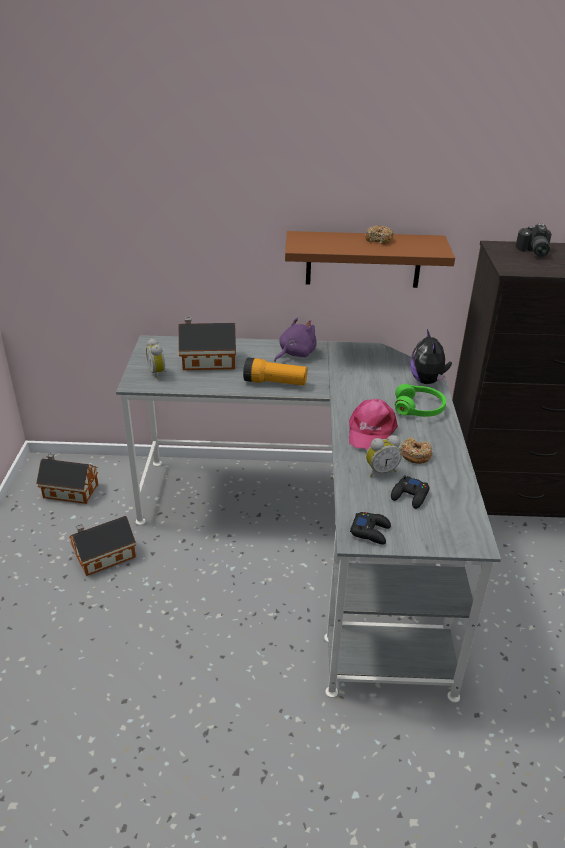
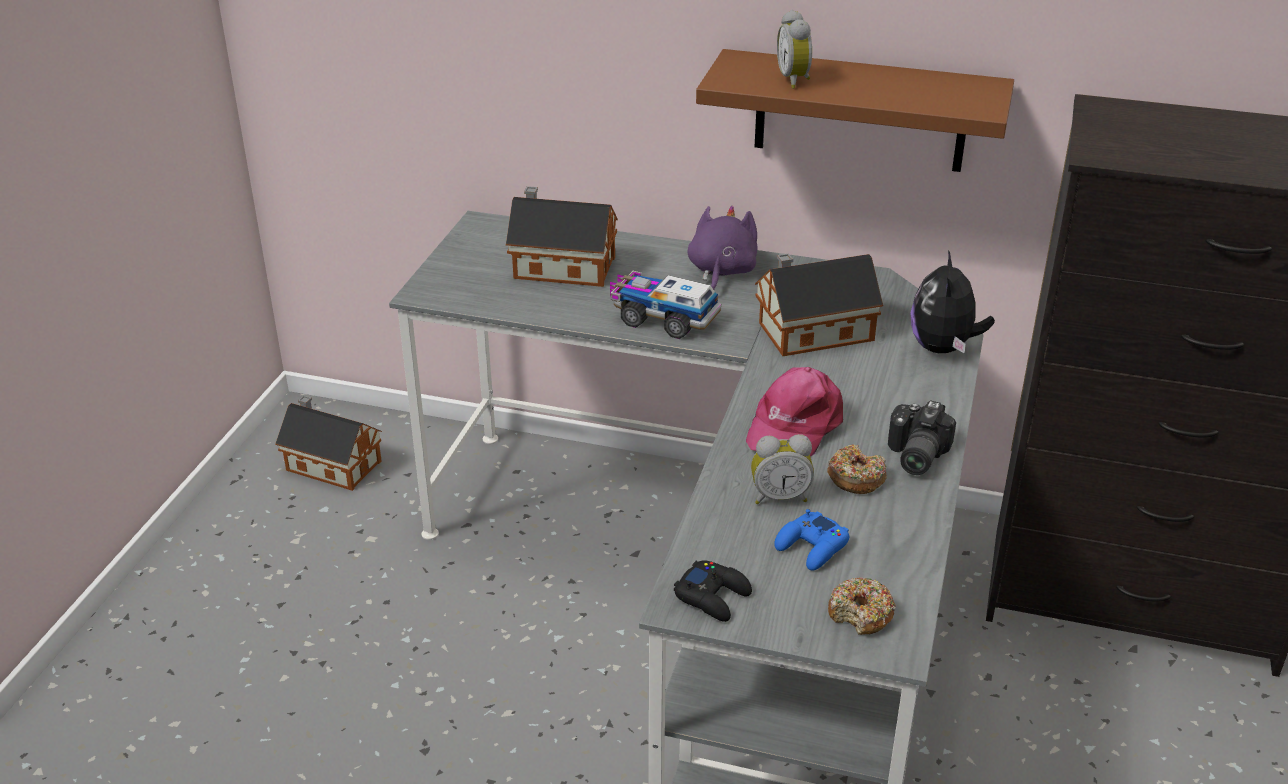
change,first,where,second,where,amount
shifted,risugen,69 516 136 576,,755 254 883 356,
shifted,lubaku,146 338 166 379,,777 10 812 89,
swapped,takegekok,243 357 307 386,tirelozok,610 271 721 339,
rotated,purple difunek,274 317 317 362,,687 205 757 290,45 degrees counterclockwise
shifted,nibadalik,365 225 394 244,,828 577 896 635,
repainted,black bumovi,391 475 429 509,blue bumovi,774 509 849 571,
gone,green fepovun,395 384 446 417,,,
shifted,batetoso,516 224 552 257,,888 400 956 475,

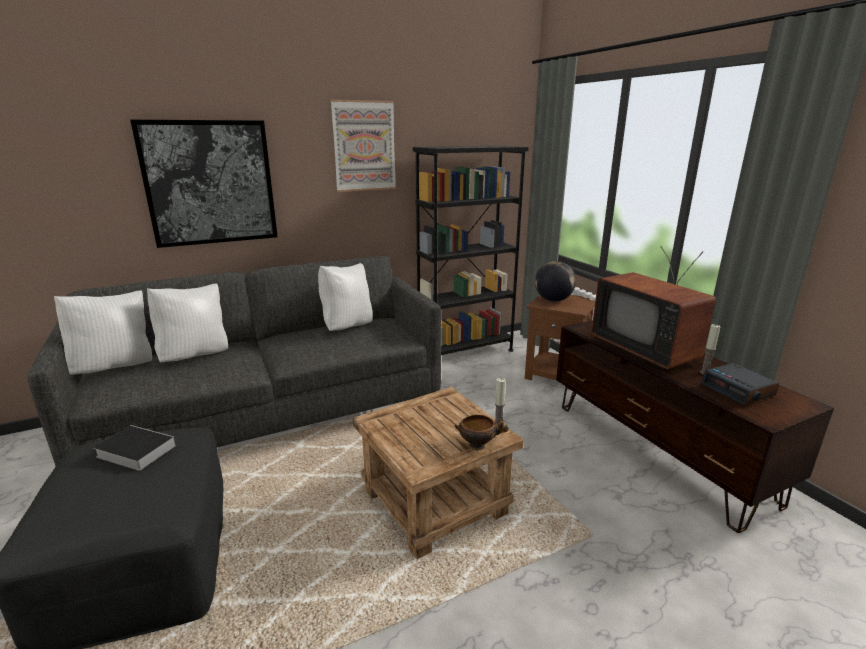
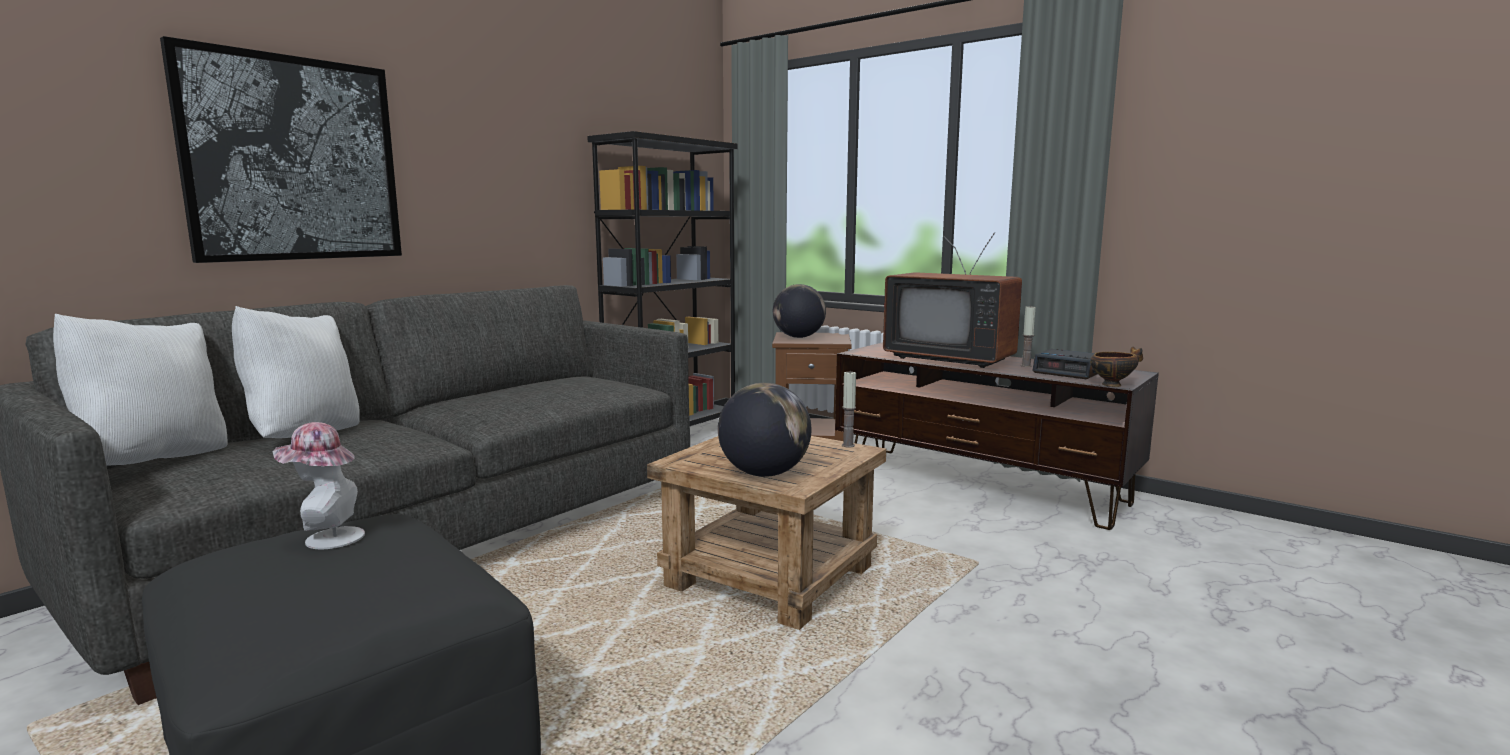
change,first,where,second,where,amount
swapped,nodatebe,93 425 176 471,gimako,273 422 365 549,
gone,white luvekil,318 263 373 331,,,
gone,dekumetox,331 99 396 192,,,
shifted,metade,455 415 509 450,,1090 347 1143 387,
new,,,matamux,718 383 811 477,

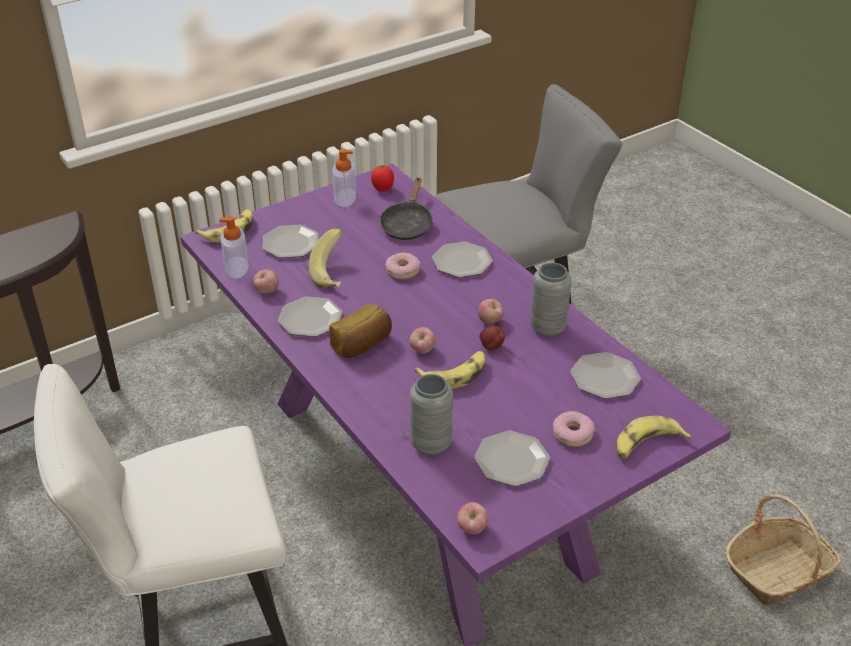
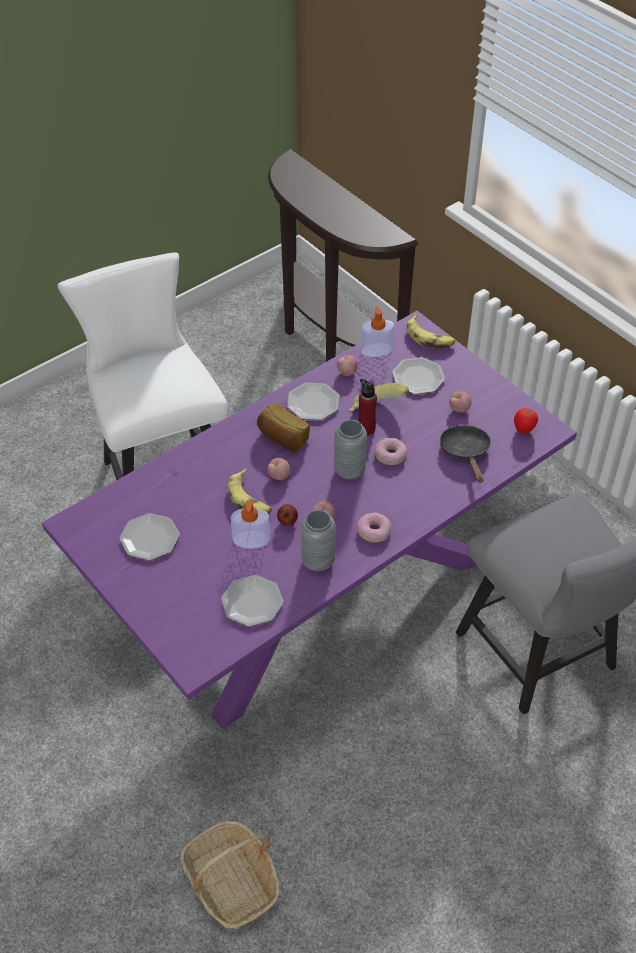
change,first,where,second,where,amount
shifted,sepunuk,332 149 356 207,,231 500 270 549,
rotated,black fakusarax,379 177 433 240,,439 425 491 483,75 degrees clockwise
shifted,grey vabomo,410 374 453 455,,334 420 367 480,
gone,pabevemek,432 242 493 278,,,
shifted,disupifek,457 502 489 535,,449 391 471 413,
shifted,nibadalik,553 411 595 447,,357 512 392 543,
gone,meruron,617 416 691 459,,,
new,,,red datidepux,358 379 377 436,

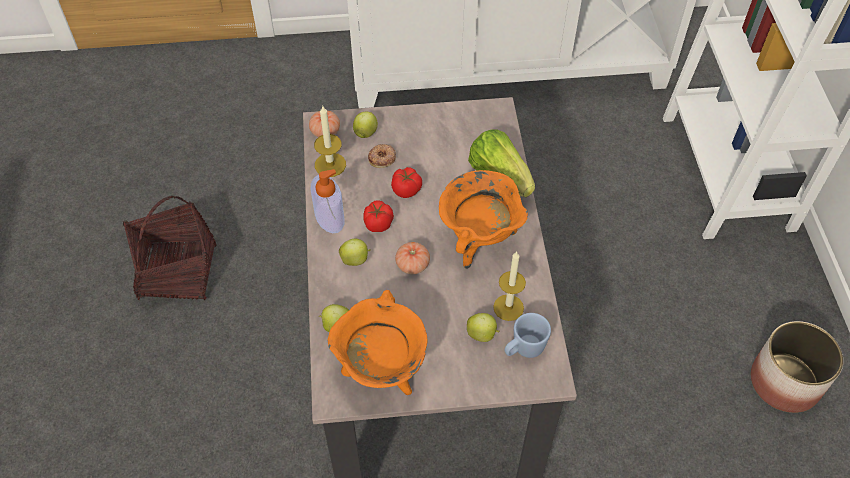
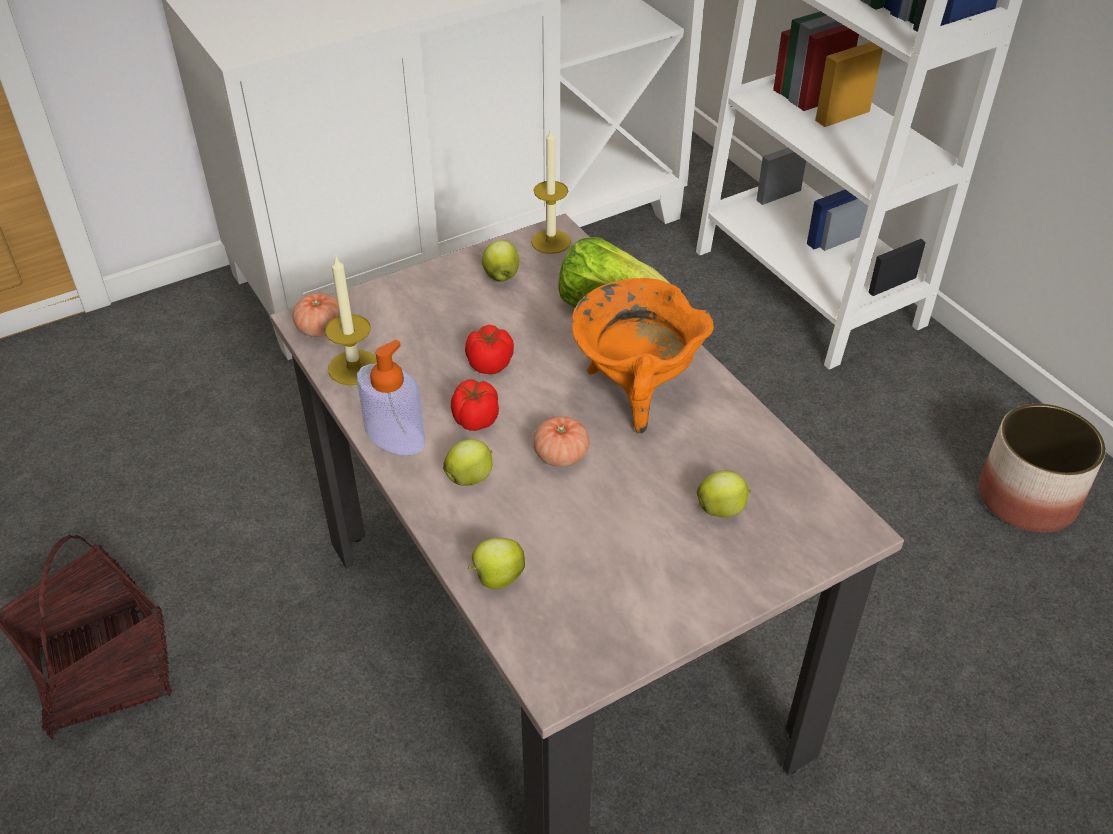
change,first,where,second,where,amount
gone,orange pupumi,328 290 428 395,,,
shifted,disupifek,353 112 378 138,,482 240 519 282,
gone,nibadalik,368 144 396 168,,,
shifted,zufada,493 251 526 321,,531 128 571 254,
gone,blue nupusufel,505 313 551 358,,,

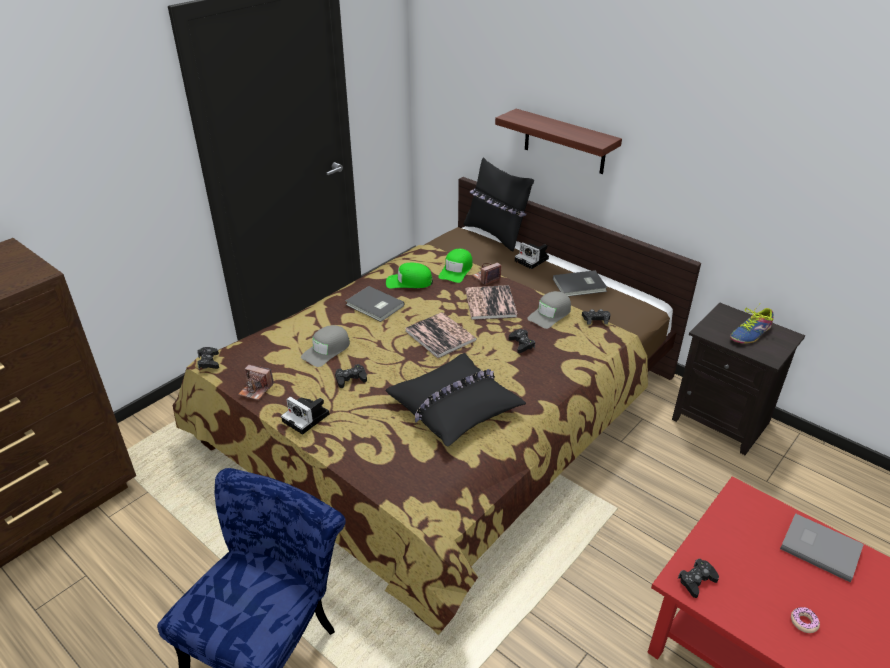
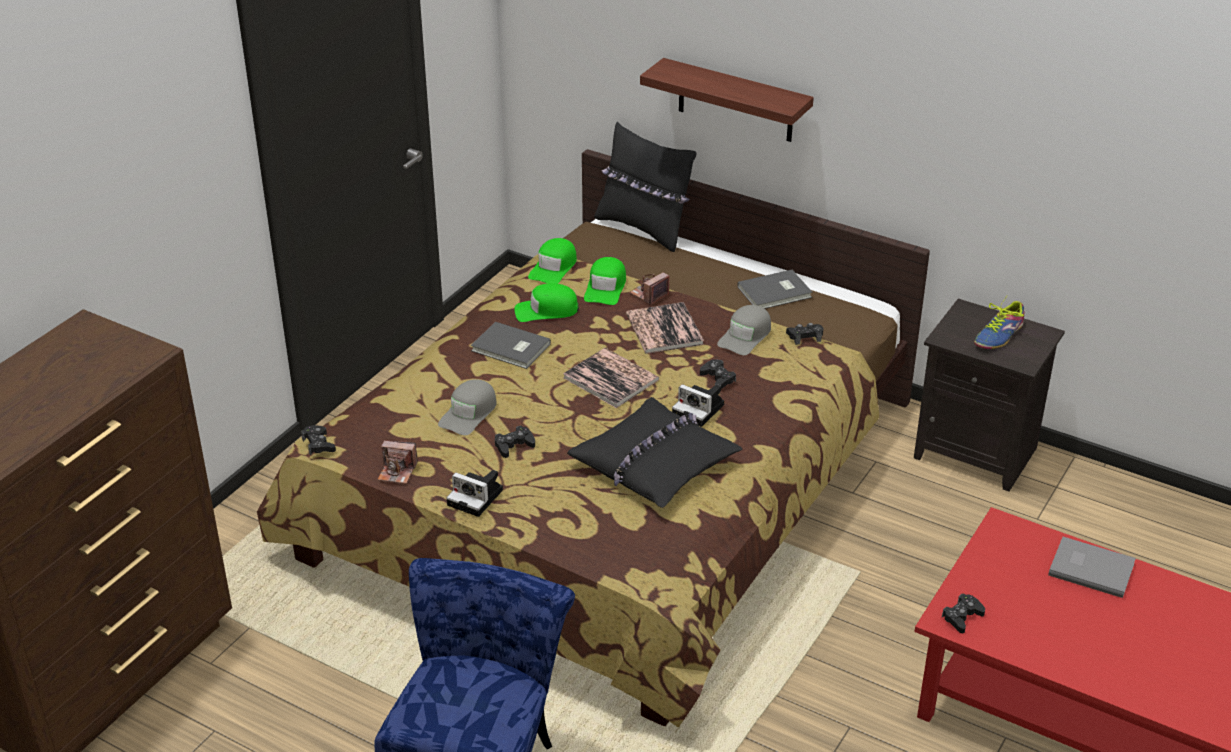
change,first,where,second,where,amount
shifted,batetoso,515 242 549 269,,672 384 724 427,
gone,nibadalik,791 607 820 633,,,
new,,,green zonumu,528 238 577 284,

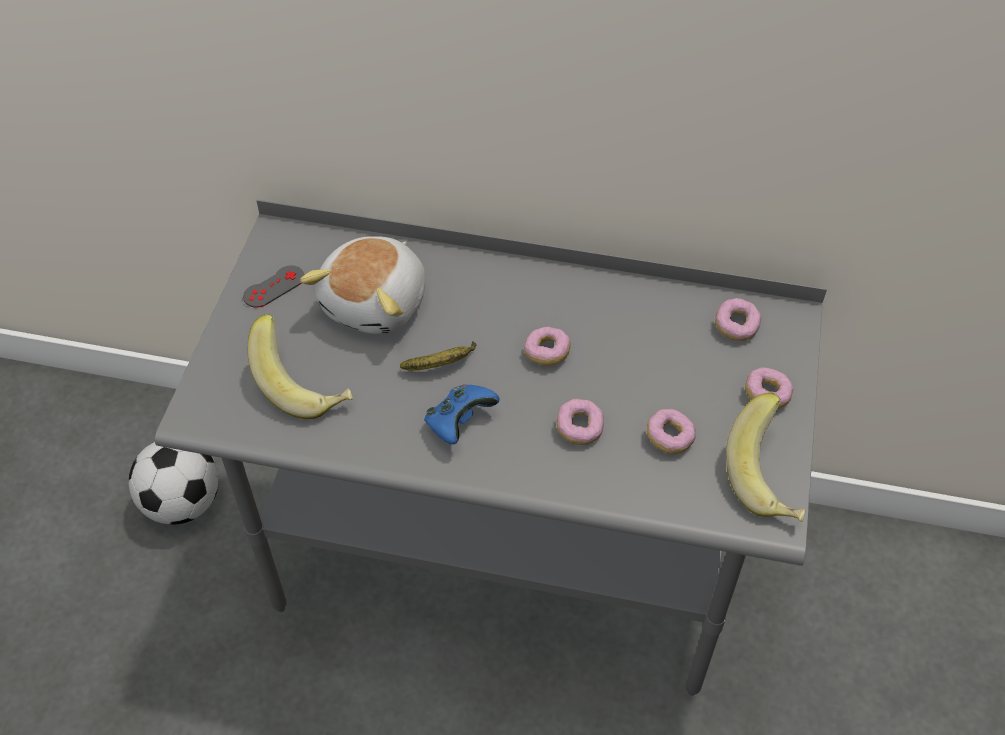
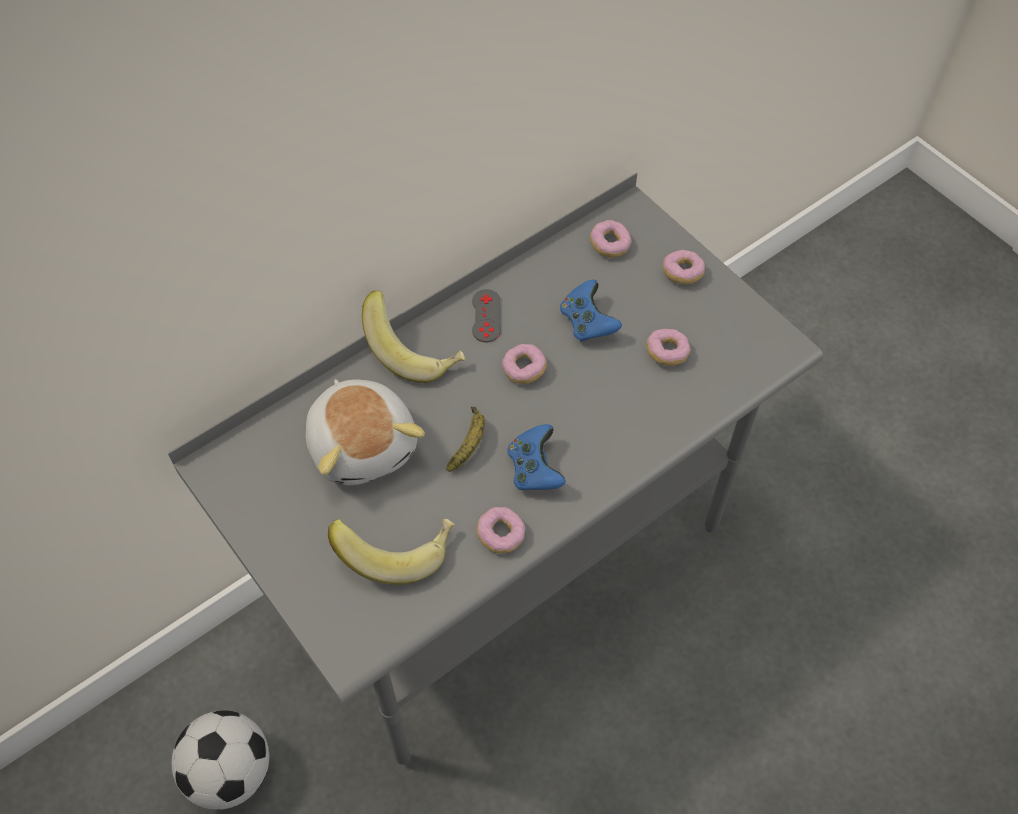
change,first,where,second,where,amount
shifted,grey bumovi,243 266 304 308,,472 289 501 342,
shifted,nibadalik,556 399 604 445,,476 507 525 553,
shifted,meruron,726 393 805 522,,362 290 466 383,
new,,,blue bumovi,560 280 622 342,

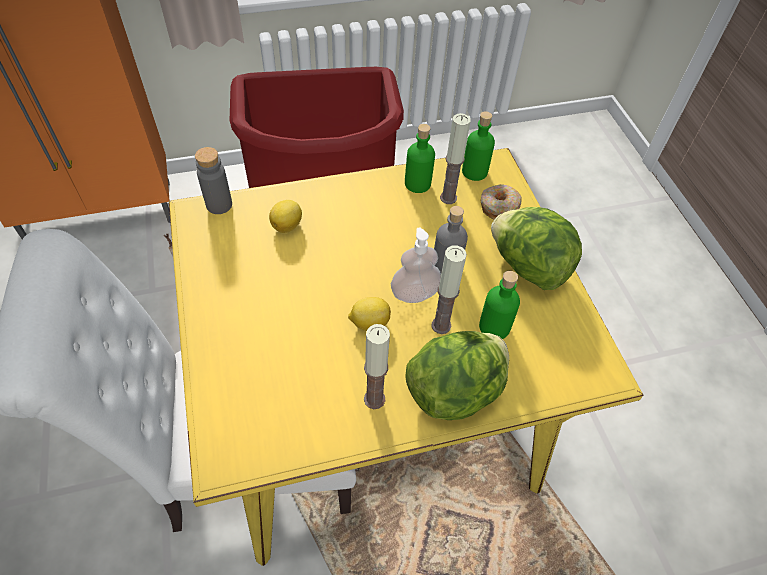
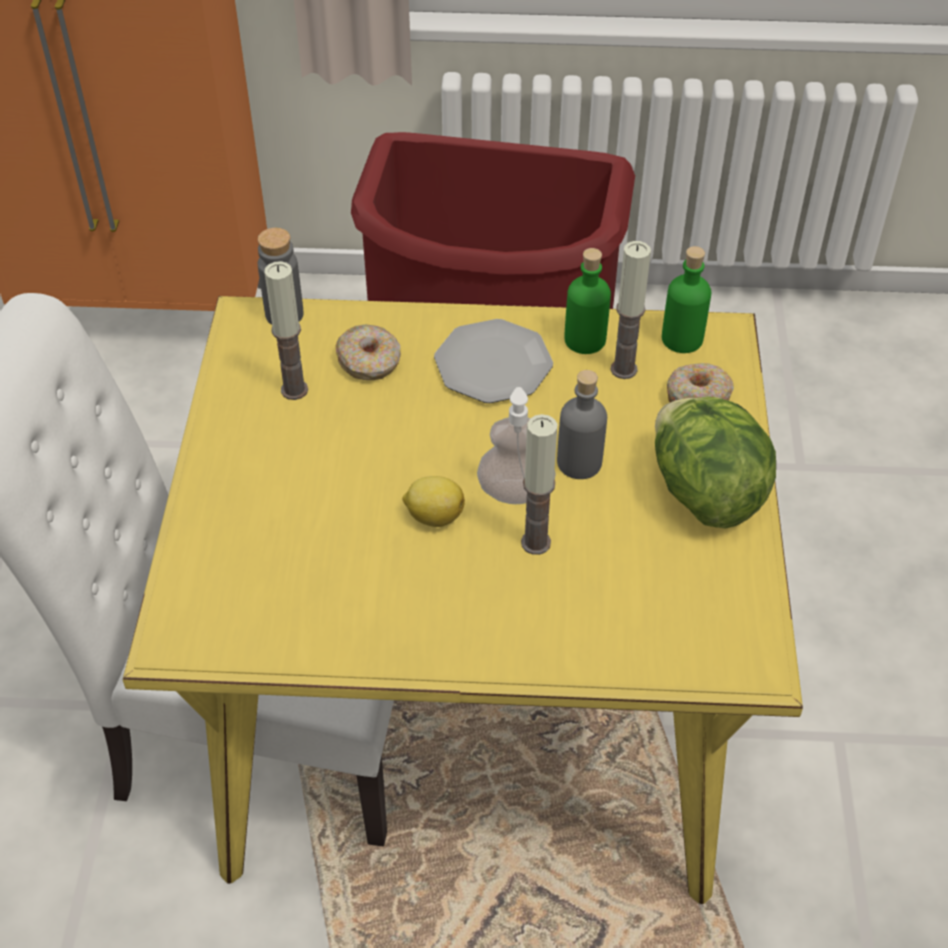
change,first,where,second,where,amount
swapped,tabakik,269 200 302 233,nibadalik,336 325 401 380,
shifted,zufada,364 324 390 409,,264 261 308 400,
gone,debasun,405 331 509 420,,,
gone,green datidepux,479 271 520 339,,,
new,,,pabevemek,434 319 553 403,

